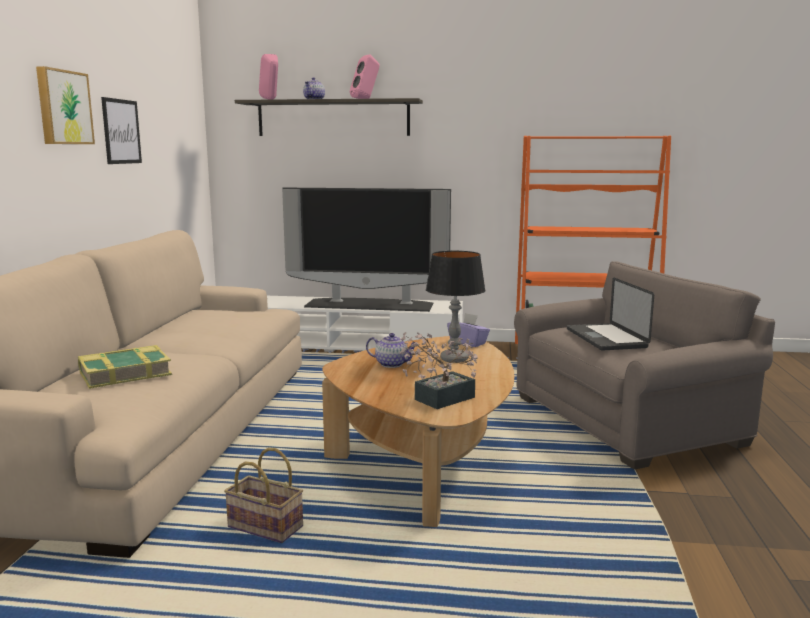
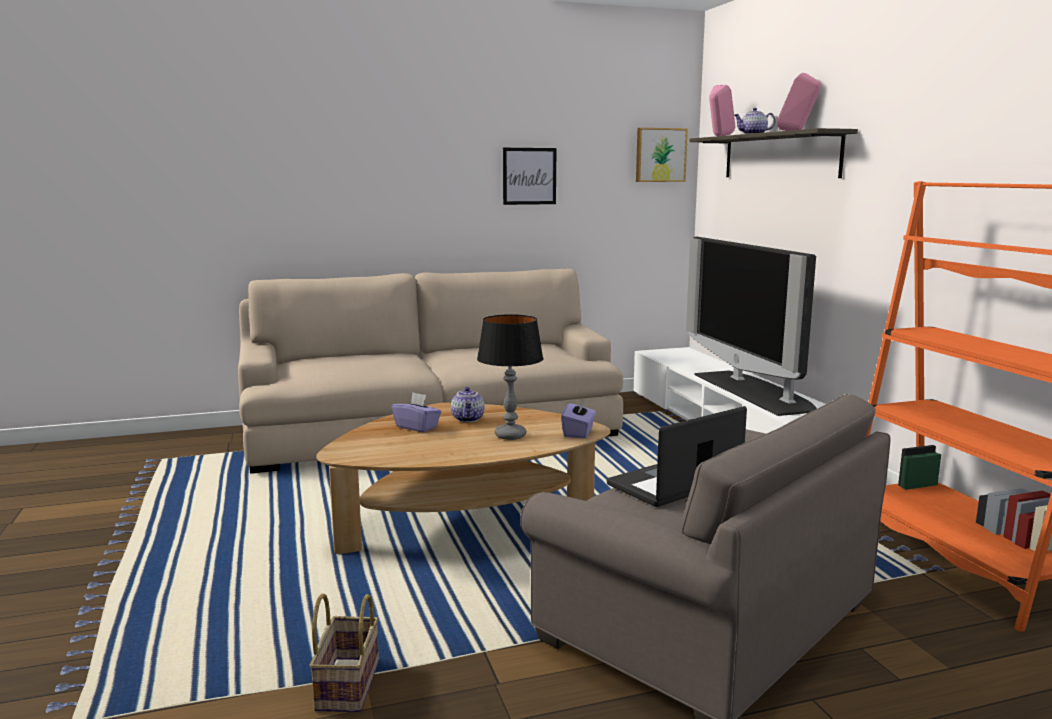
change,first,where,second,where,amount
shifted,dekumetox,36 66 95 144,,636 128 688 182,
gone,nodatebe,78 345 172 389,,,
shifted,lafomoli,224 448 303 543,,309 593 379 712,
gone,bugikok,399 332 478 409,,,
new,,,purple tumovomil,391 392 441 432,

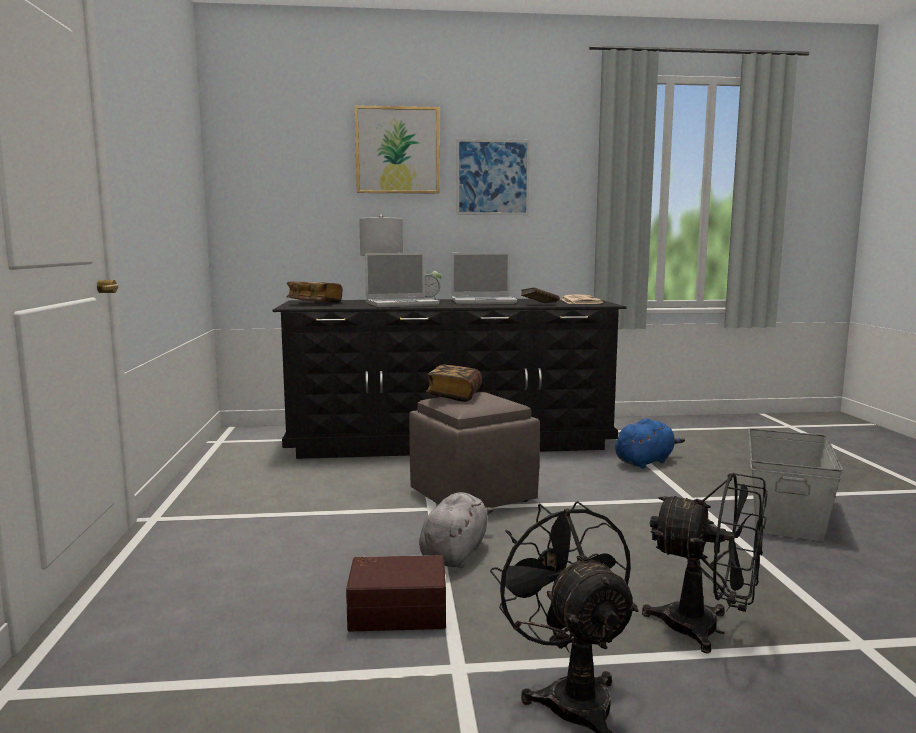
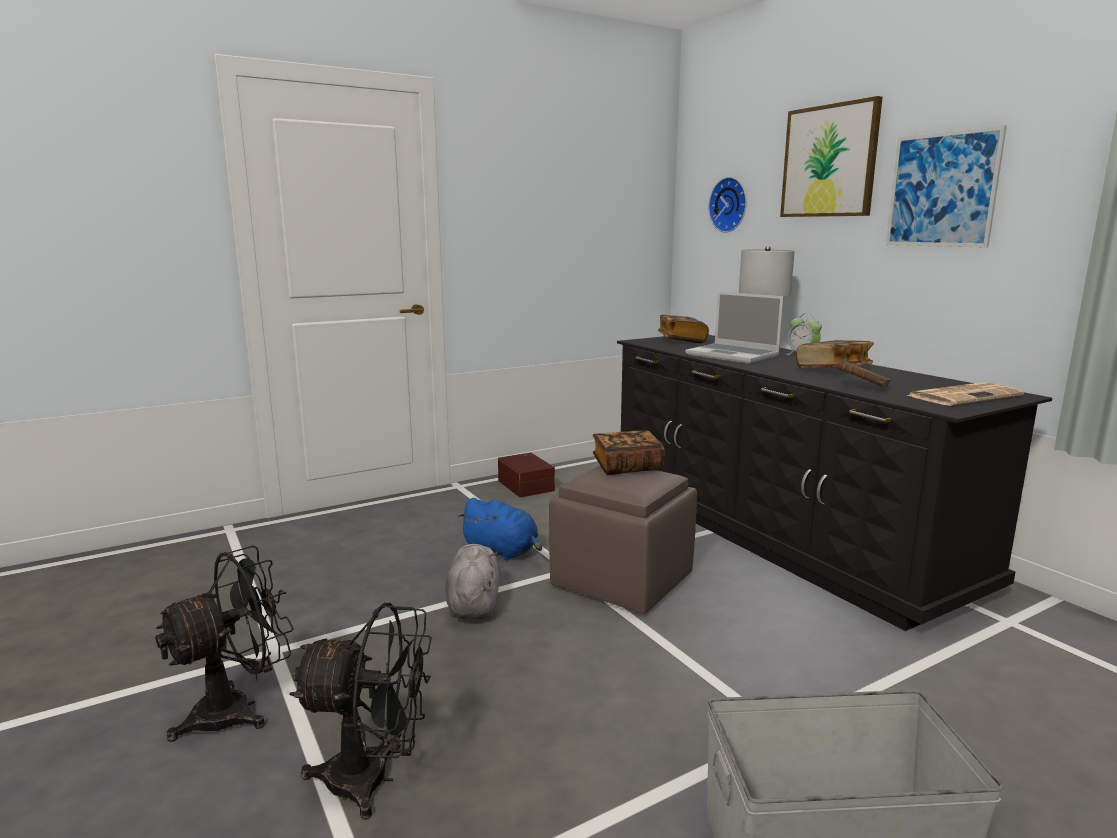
change,first,where,second,where,amount
shifted,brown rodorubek,346 555 446 631,,498 453 555 497,
rotated,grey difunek,419 492 493 568,,445 544 499 620,90 degrees counterclockwise
swapped,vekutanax,451 253 517 304,nodatebe,796 340 874 368,
shifted,blue difunek,615 418 685 468,,458 498 542 560,
rotated,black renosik,642 473 767 654,,289 603 432 820,90 degrees counterclockwise
new,,,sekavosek,708 177 747 233,

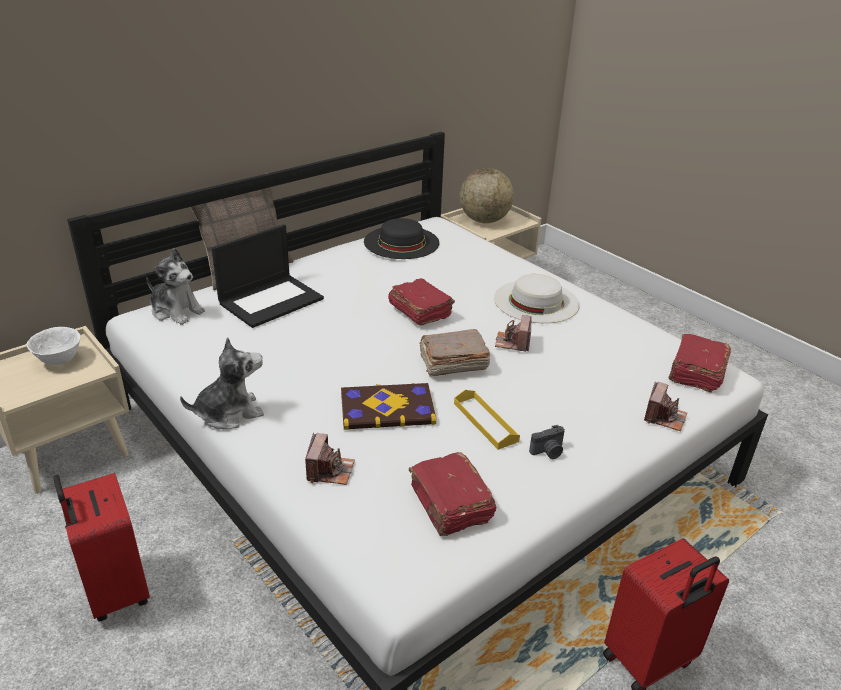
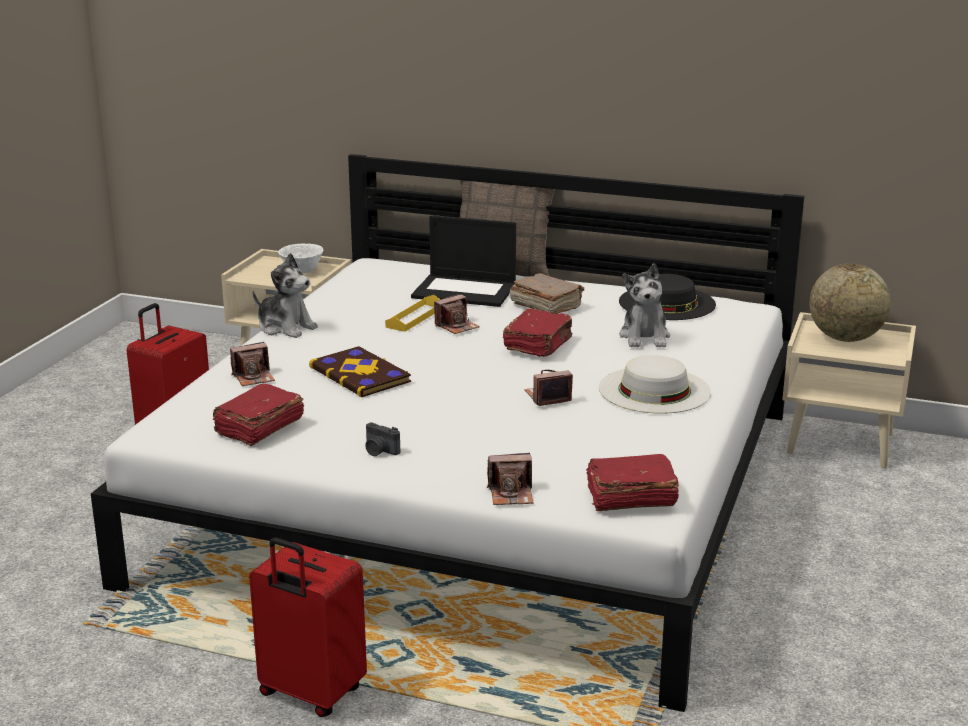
change,first,where,second,where,amount
shifted,difunek,146 248 205 325,,619 263 670 347,
shifted,brown nodatebe,419 329 490 377,,510 273 584 314,
shifted,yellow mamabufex,454 390 520 450,,385 295 441 332,
new,,,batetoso,434 294 480 334,

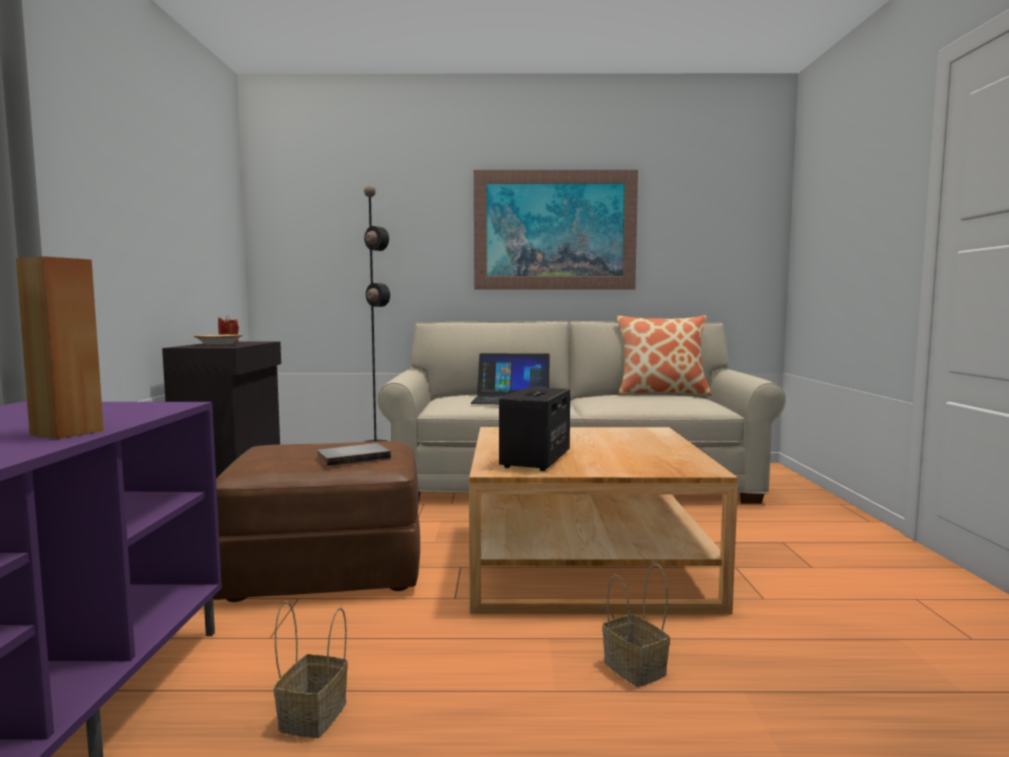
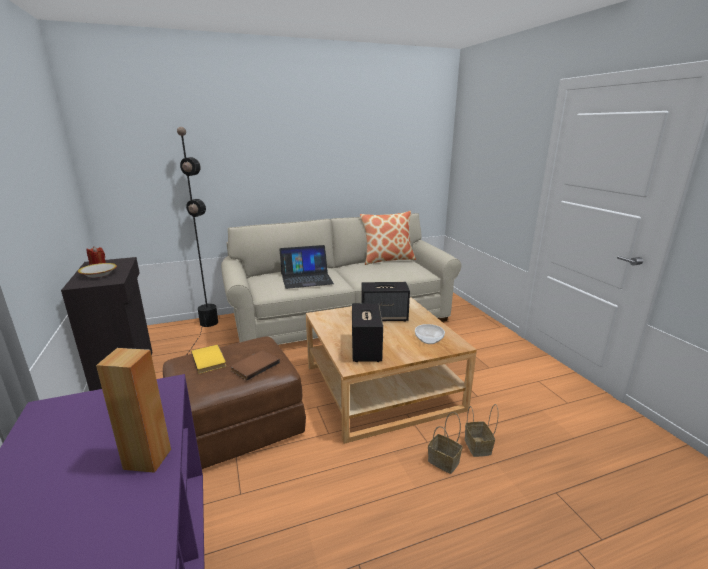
change,first,where,second,where,amount
shifted,lafomoli,274 601 348 738,,465 404 498 457,
repainted,grey nodatebe,317 443 391 466,brown nodatebe,230 350 280 381,
gone,dekumetox,474 170 638 289,,,
new,,,yellow nodatebe,191 345 226 374,
new,,,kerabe,361 282 410 322,
new,,,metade,415 324 445 344,

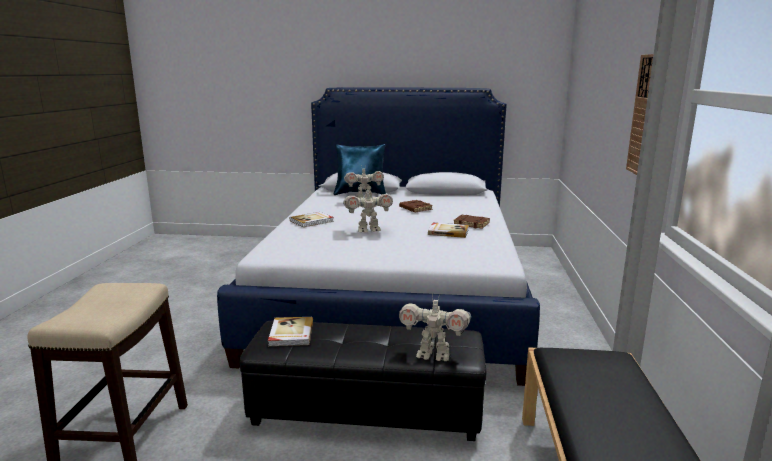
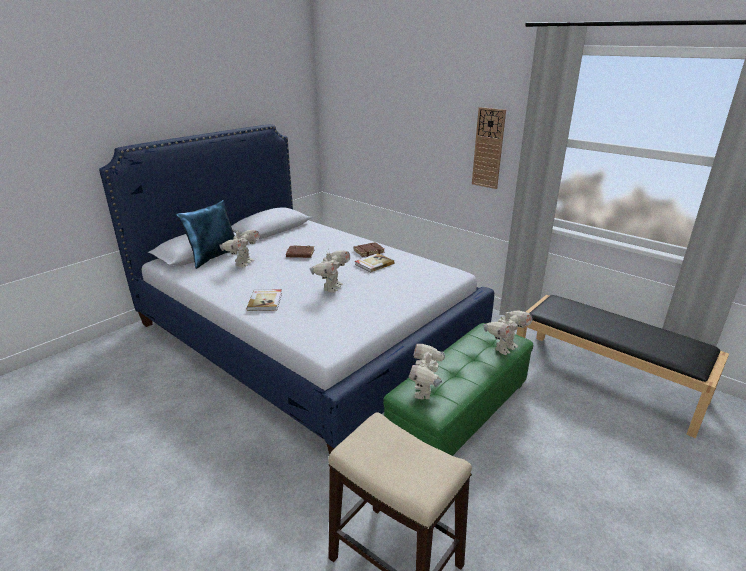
change,first,where,second,where,amount
repainted,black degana,239 320 486 441,green degana,383 323 533 456,
swapped,nodatebe,268 317 313 346,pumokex,408 344 445 399,

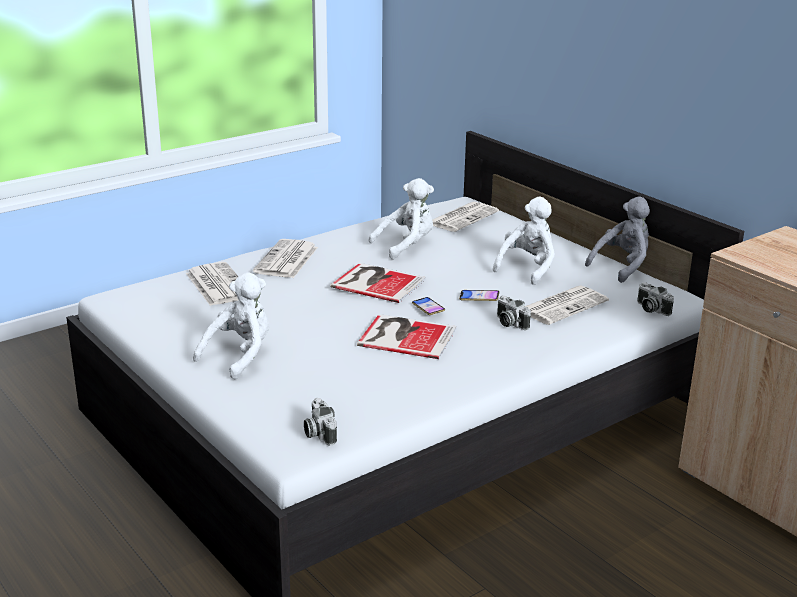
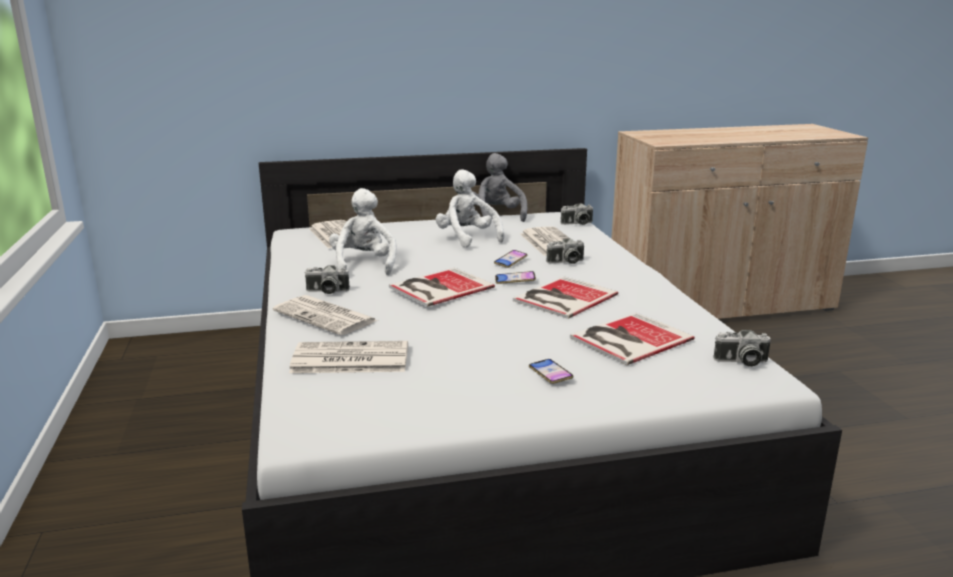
change,first,where,second,where,amount
swapped,white difunek,193 272 269 380,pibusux,529 359 574 384,
new,,,batetoso,304 265 350 294,
new,,,nodatebe,570 312 694 365,

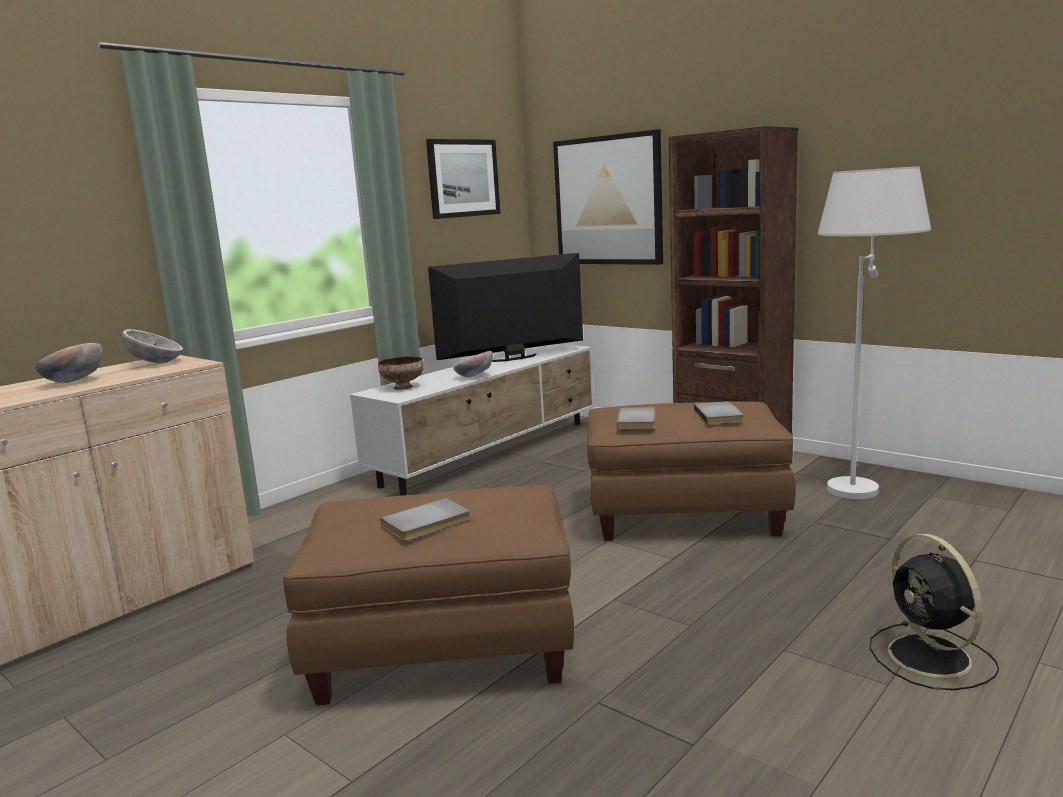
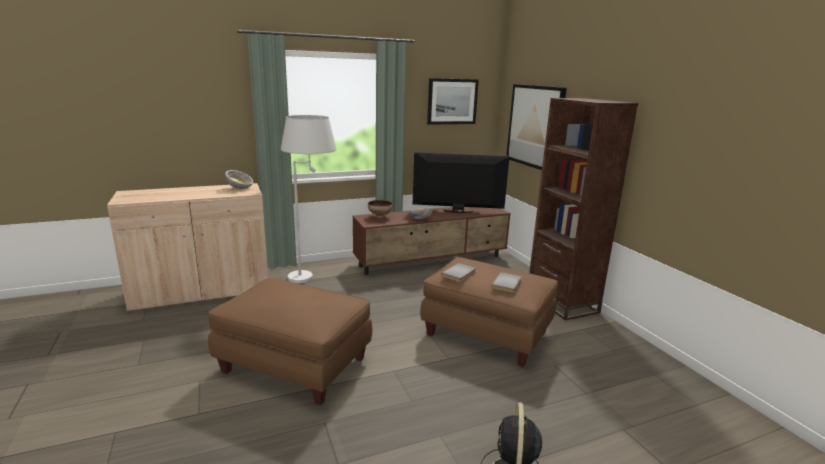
change,first,where,second,where,amount
gone,metade,34 343 103 383,,,
repainted,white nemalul,350 344 594 495,brown nemalul,352 207 511 275,
gone,grey nodatebe,380 498 471 541,,,
shifted,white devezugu,818 166 931 499,,281 115 336 283,

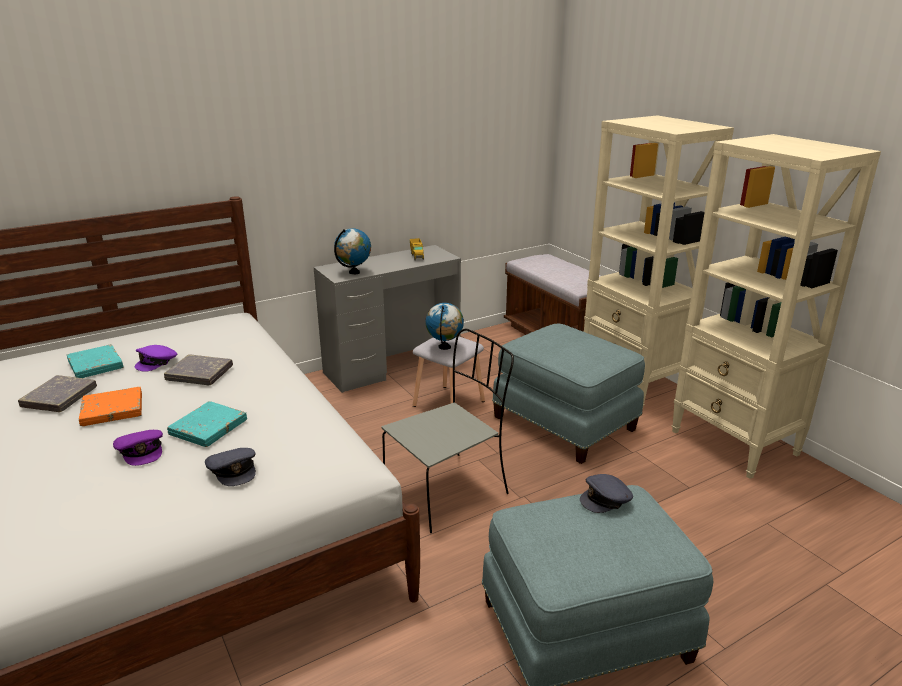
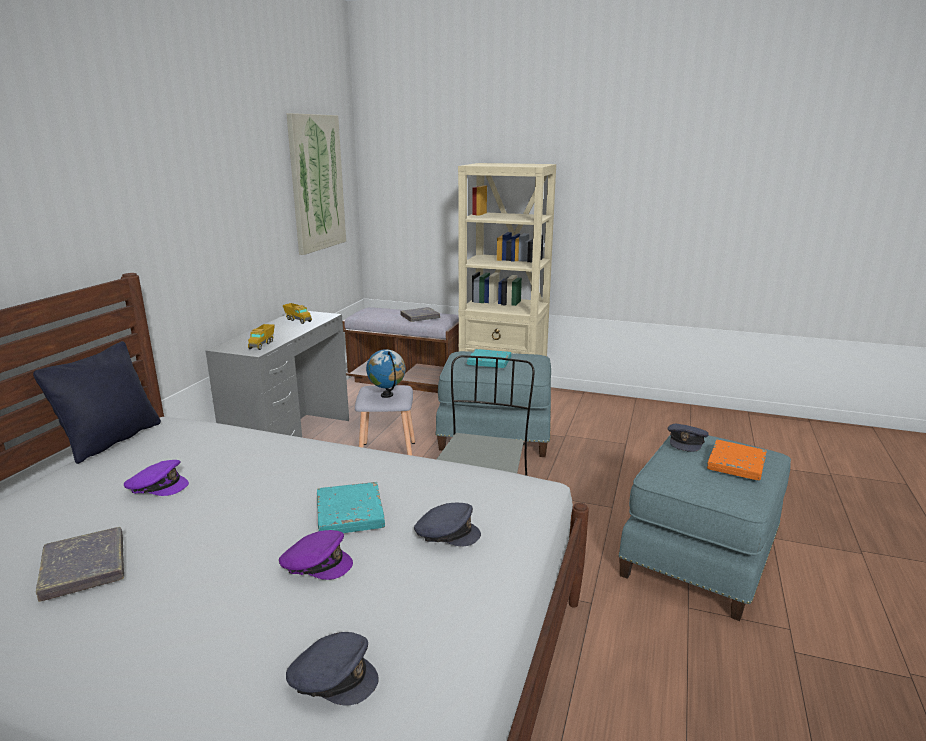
change,first,where,second,where,amount
shifted,turquoise nodatebe,67 344 123 378,,467 349 511 368,
shifted,orange nodatebe,79 387 142 426,,707 440 767 481,
rotated,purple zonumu,135 345 177 372,,124 460 189 496,75 degrees counterclockwise
shifted,grey nodatebe,164 354 233 385,,400 307 440 322,
swapped,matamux,334 228 371 275,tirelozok,248 324 275 350,
gone,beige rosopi,672 134 881 479,,,
new,,,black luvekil,33 341 161 464,
new,,,dekumetox,286 113 346 255,
new,,,grey zonumu,286 632 379 706,

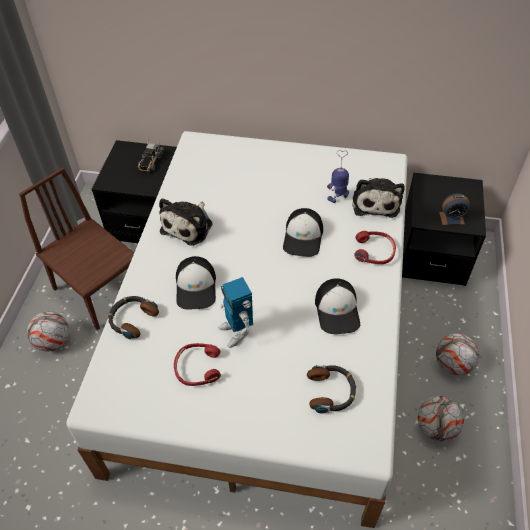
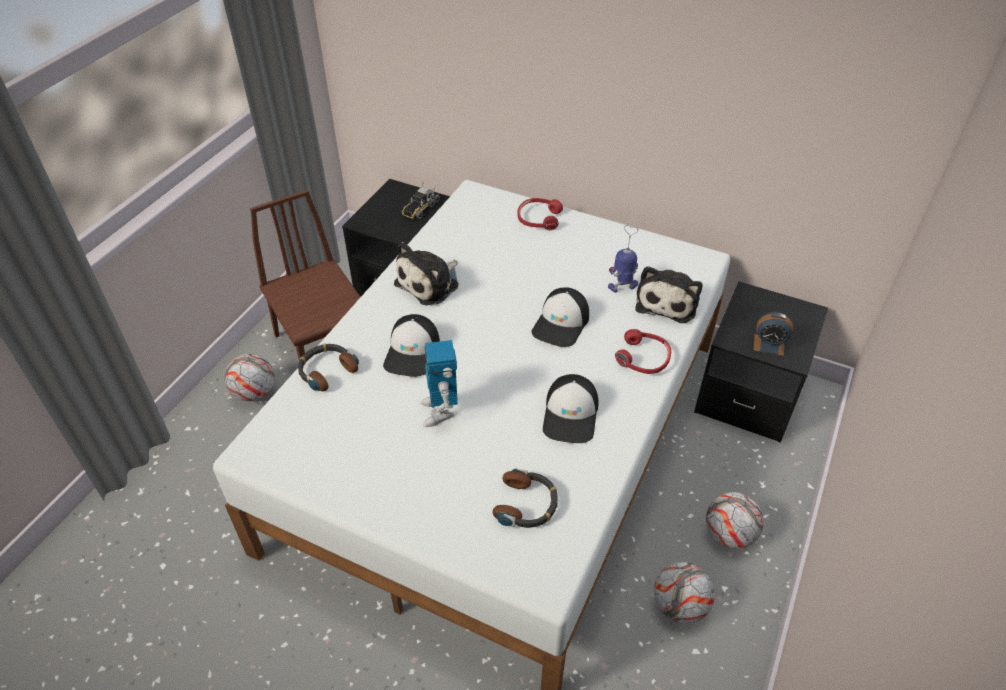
change,first,where,second,where,amount
shifted,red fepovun,174 343 221 386,,517 198 563 230,

